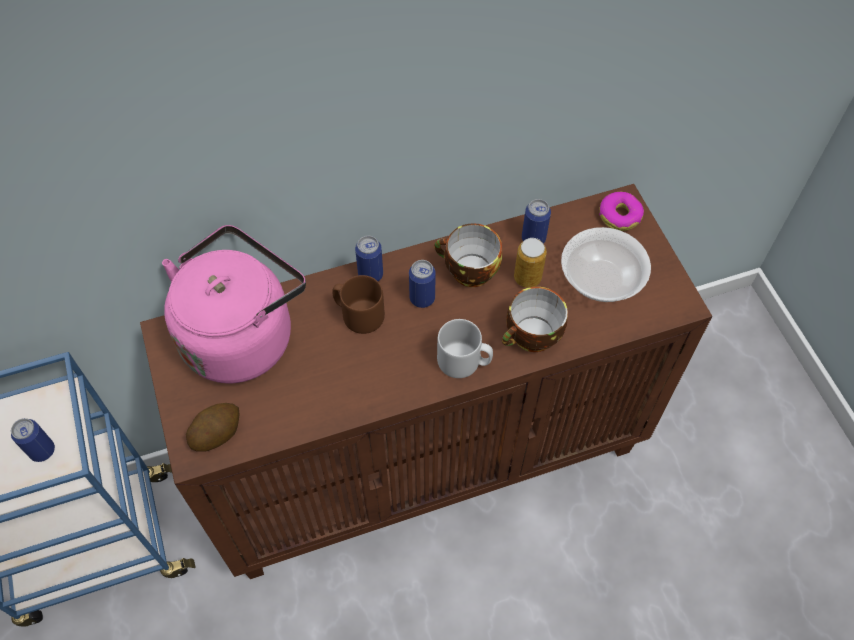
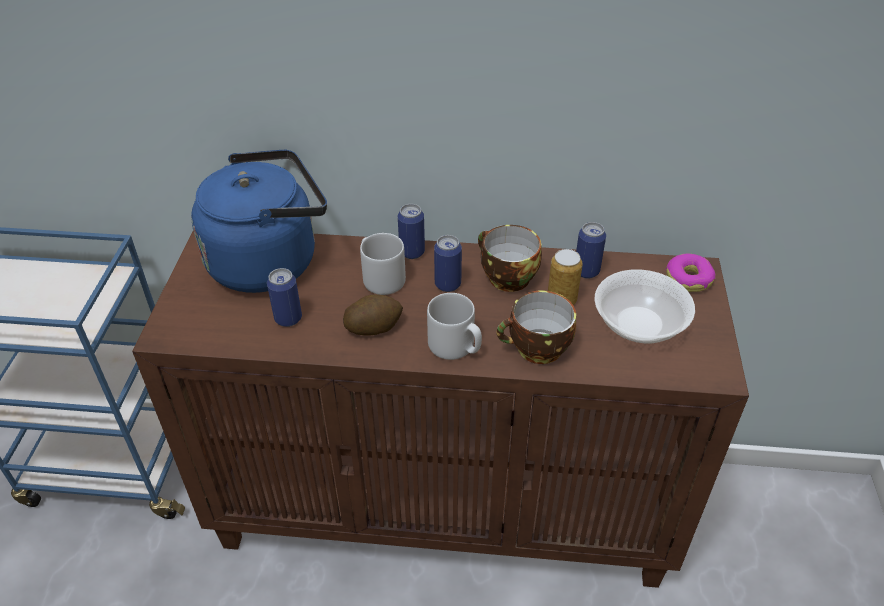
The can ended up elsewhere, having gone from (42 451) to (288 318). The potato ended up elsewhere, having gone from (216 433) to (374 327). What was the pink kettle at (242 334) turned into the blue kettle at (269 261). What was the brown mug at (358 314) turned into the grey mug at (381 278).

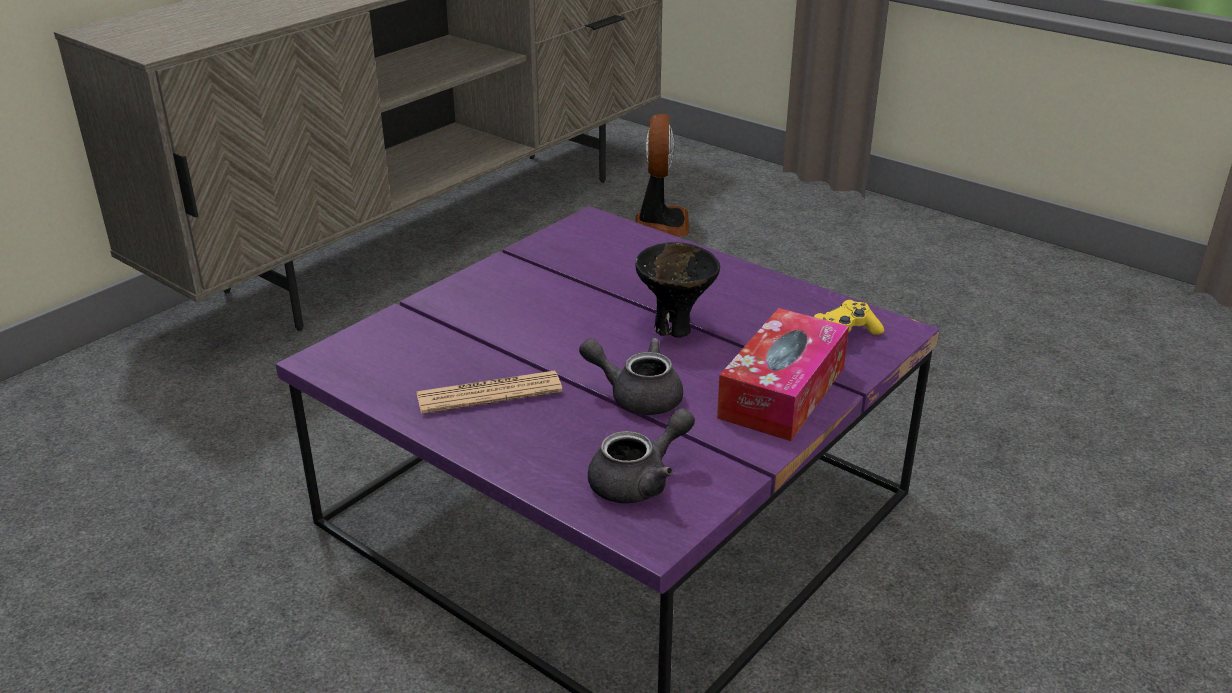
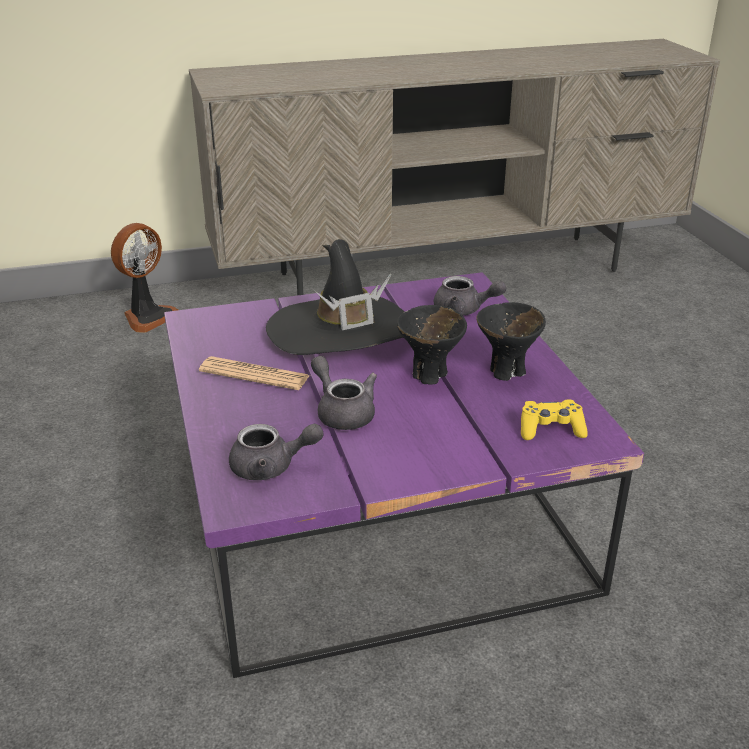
The second view lost the tissue box at (782 392). The second view gained the black hat at (342 332). The second view gained the grey teapot at (464 310). The second view gained the black bowl at (507 372). The fan ended up elsewhere, having gone from (661 223) to (148 317).

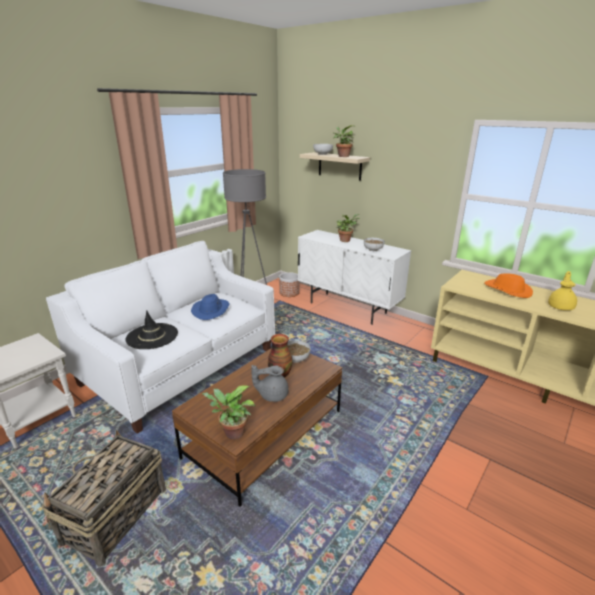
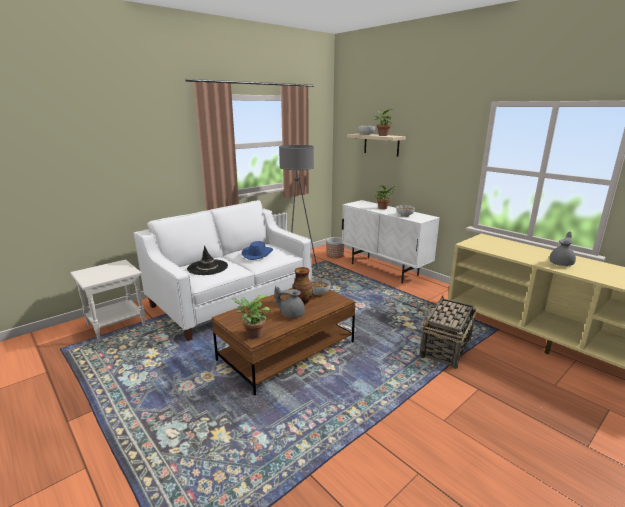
The second view lost the orange hat at (507 290). The basket ended up elsewhere, having gone from (115 516) to (445 348). What was the yellow teapot at (561 306) turned into the grey teapot at (561 263).

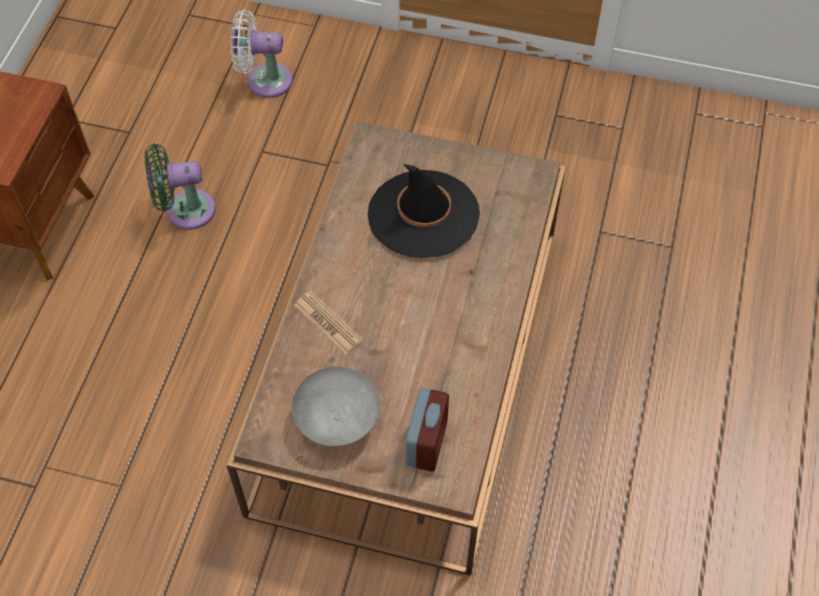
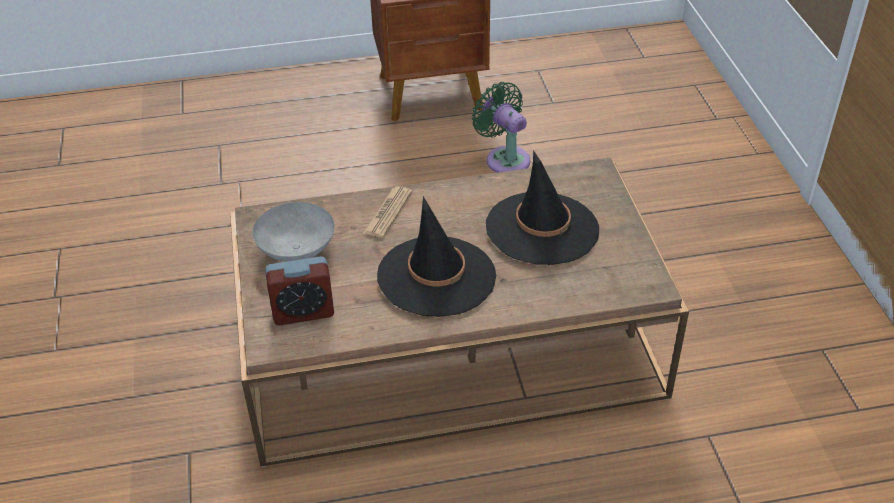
The second view lost the white fan at (264 80). The second view gained the black hat at (436 276).

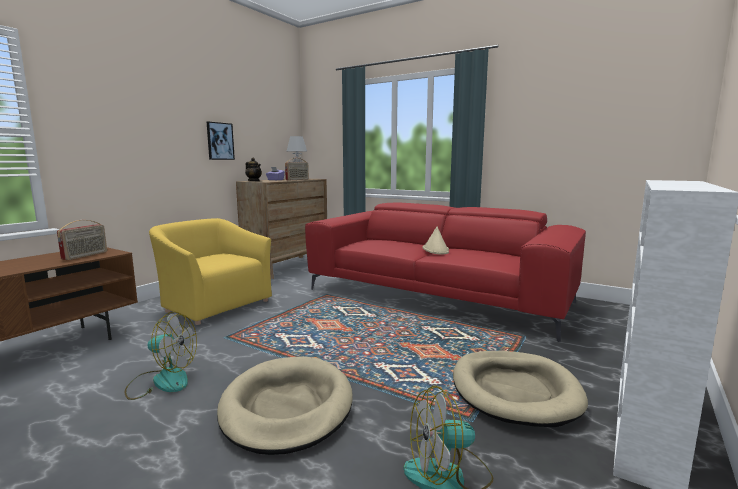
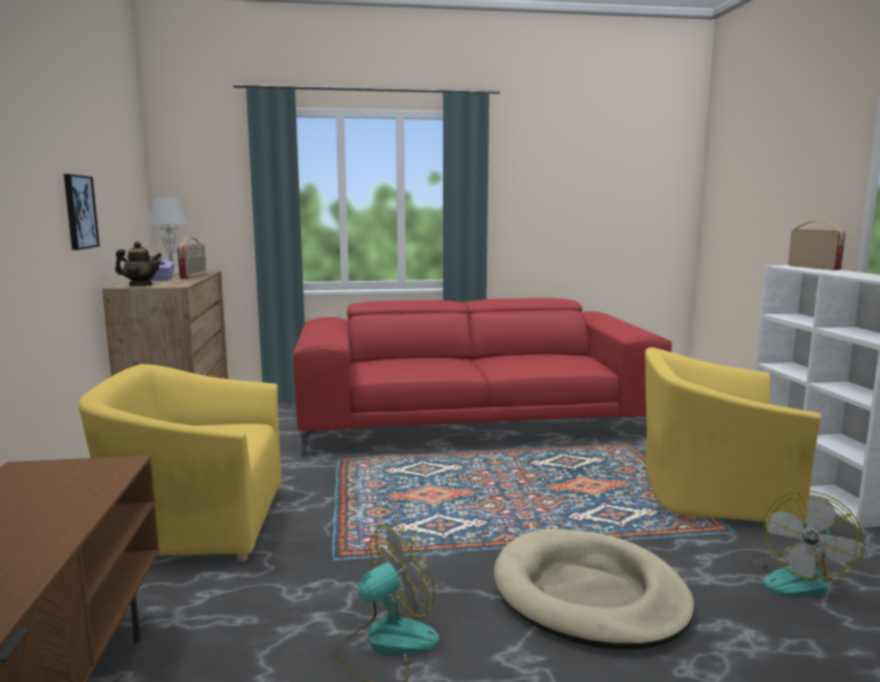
The second view lost the beige hat at (435 250). The radio ended up elsewhere, having gone from (85 255) to (814 267). Where the beige dog bed stood at (514 391), the yellow armchair came to stand at (711 495).

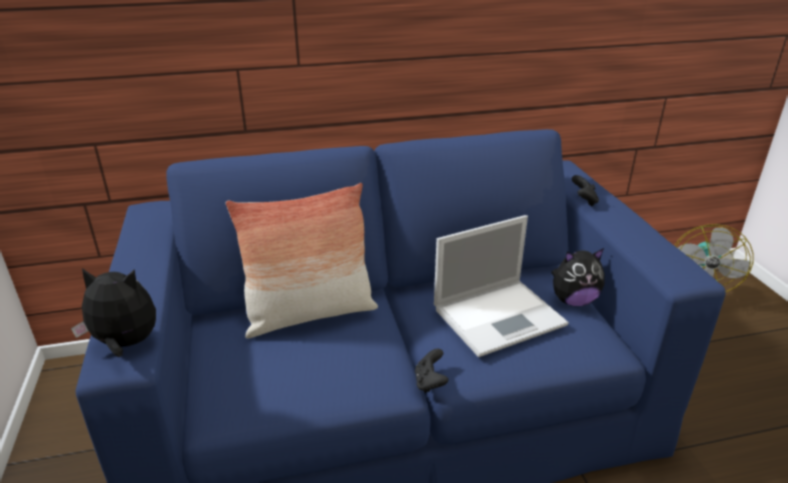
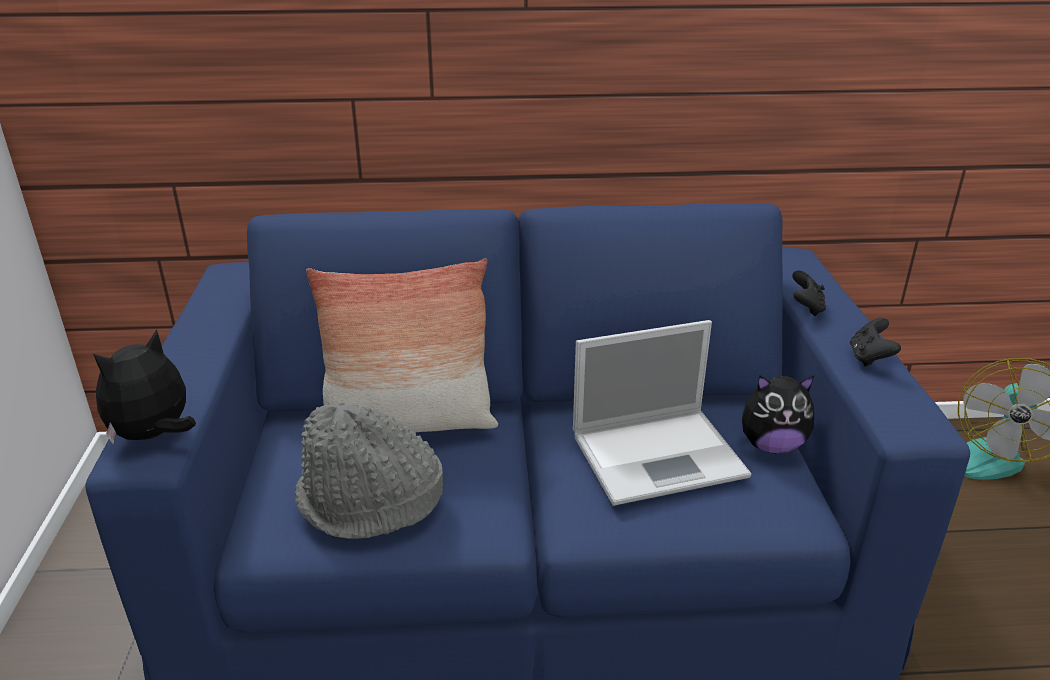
The second view gained the grey hat at (370 502). The black game controller ended up elsewhere, having gone from (430 382) to (869 358). The plush toy at (125 344) ended up facing another way, 60 degrees counterclockwise from before.

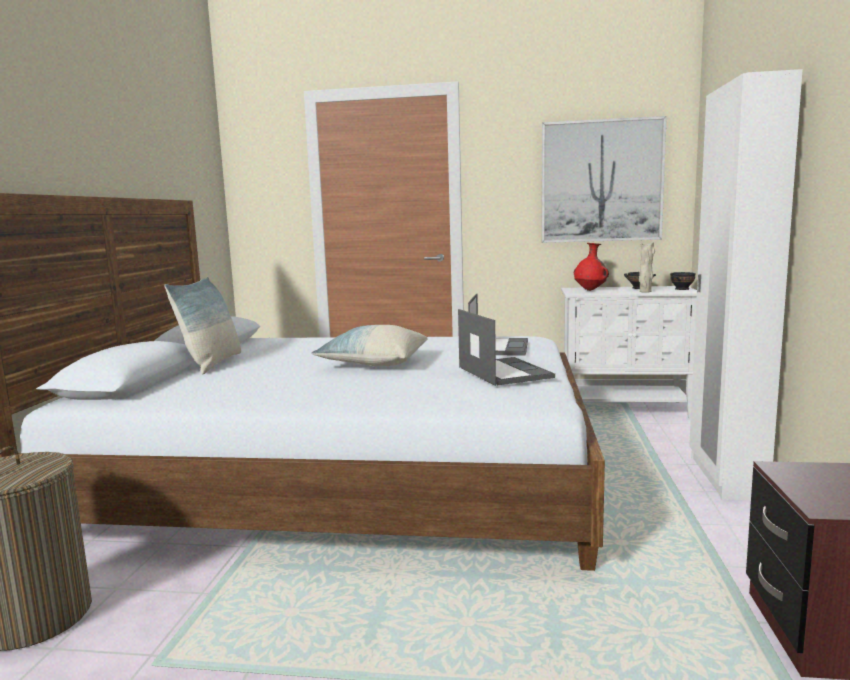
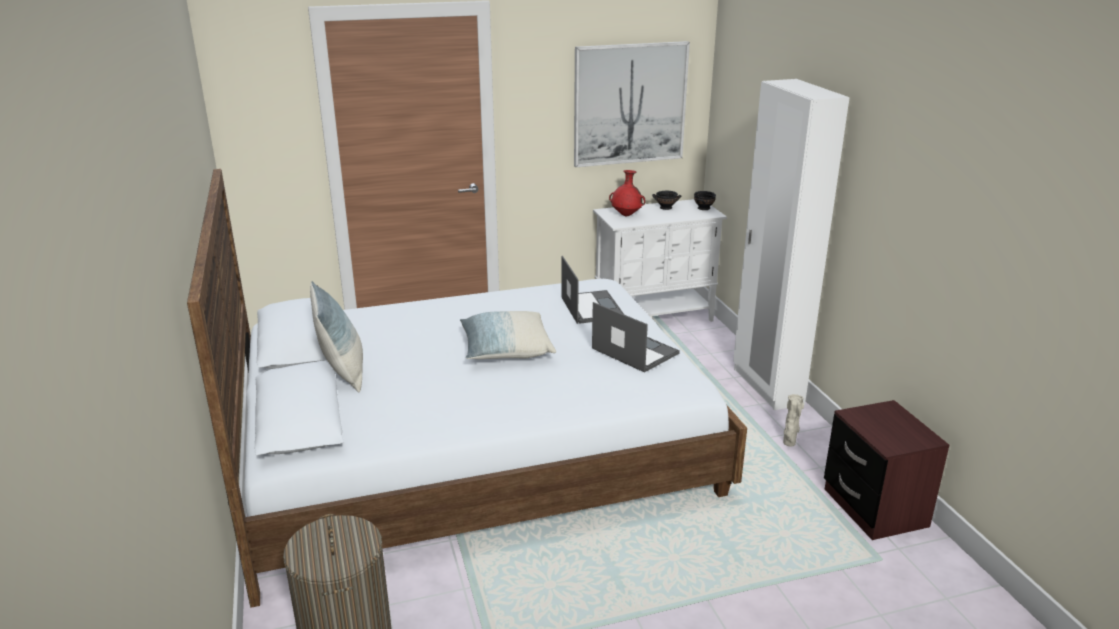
The beige vase ended up elsewhere, having gone from (645 292) to (789 443).

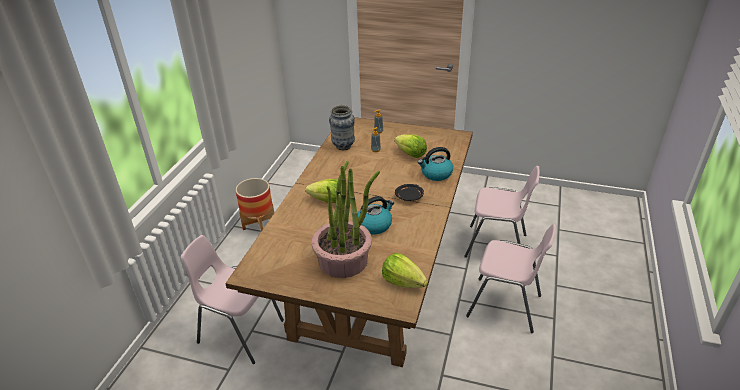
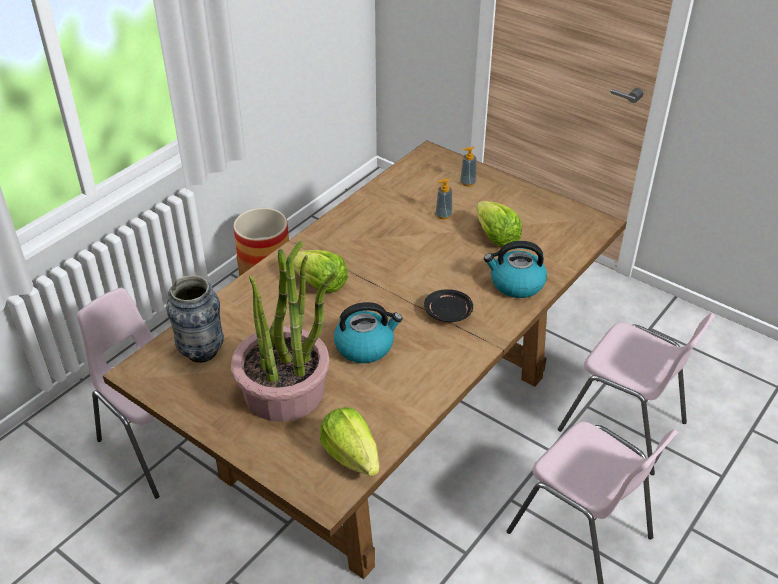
The vase ended up elsewhere, having gone from (343 146) to (201 352).

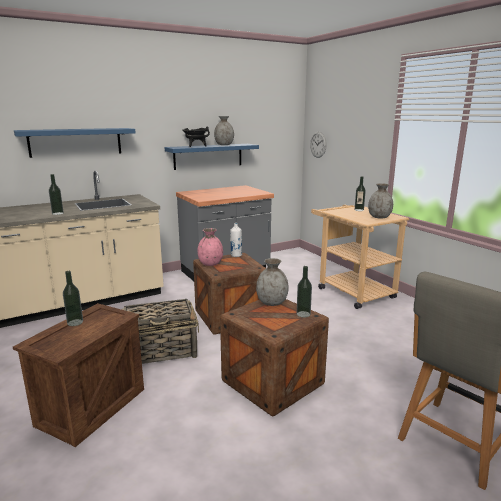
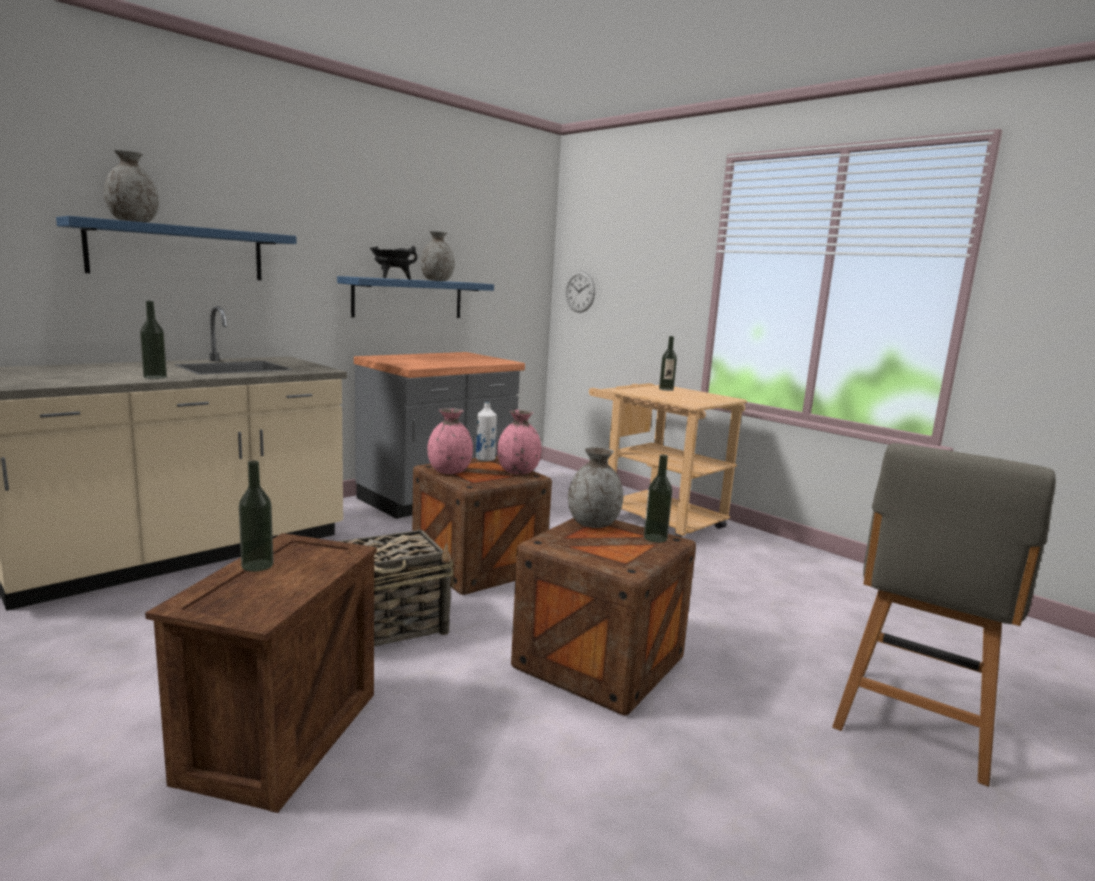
The second view gained the pink vase at (517 472). The grey vase ended up elsewhere, having gone from (379 217) to (133 222).

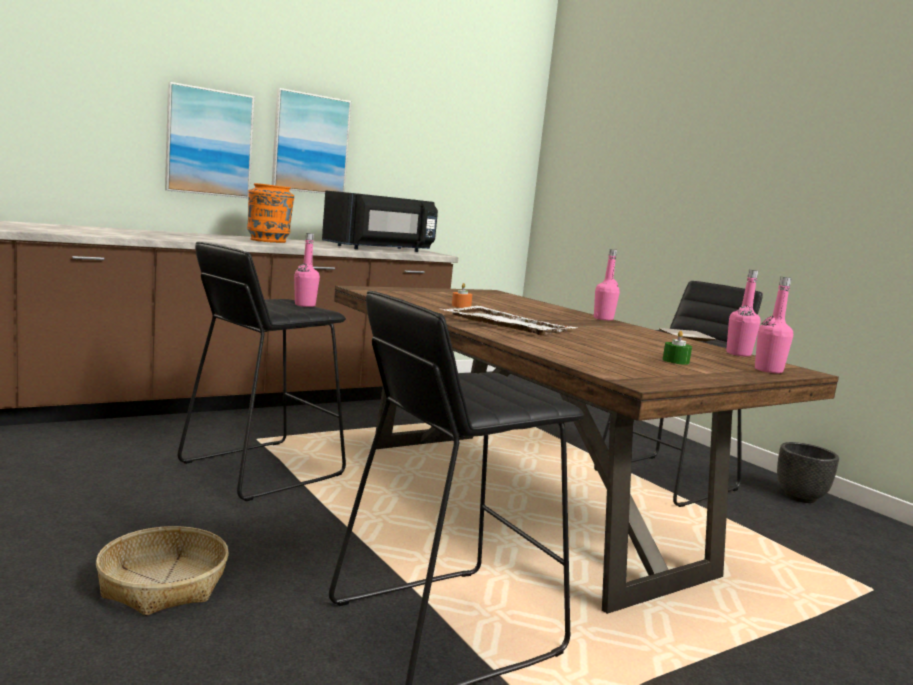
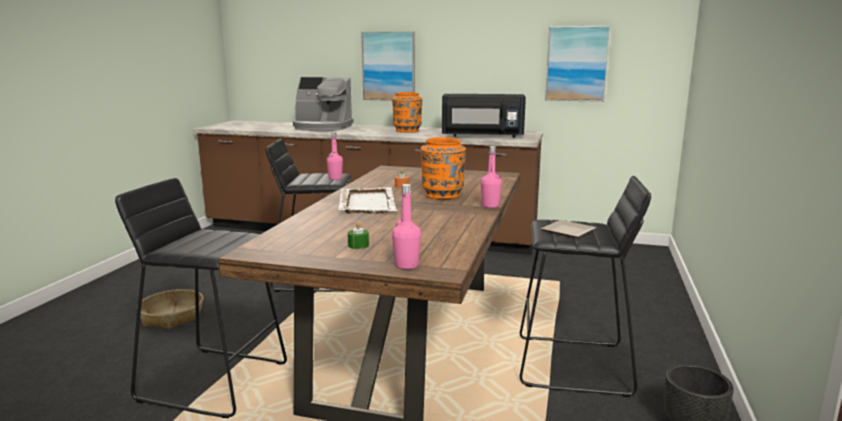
The second view lost the pink bottle at (738 354). The second view gained the coffee machine at (322 127). The second view gained the orange vase at (442 195). The picture ended up elsewhere, having gone from (310 144) to (577 63).

